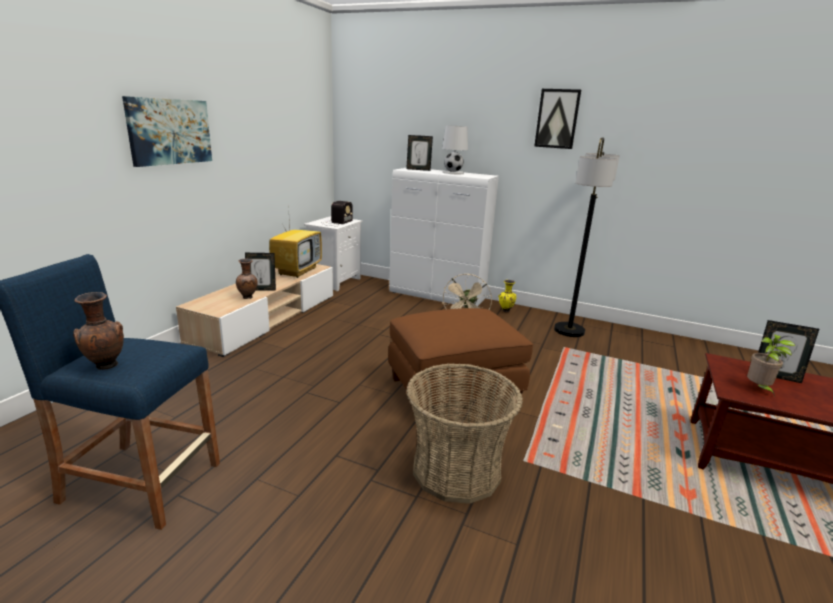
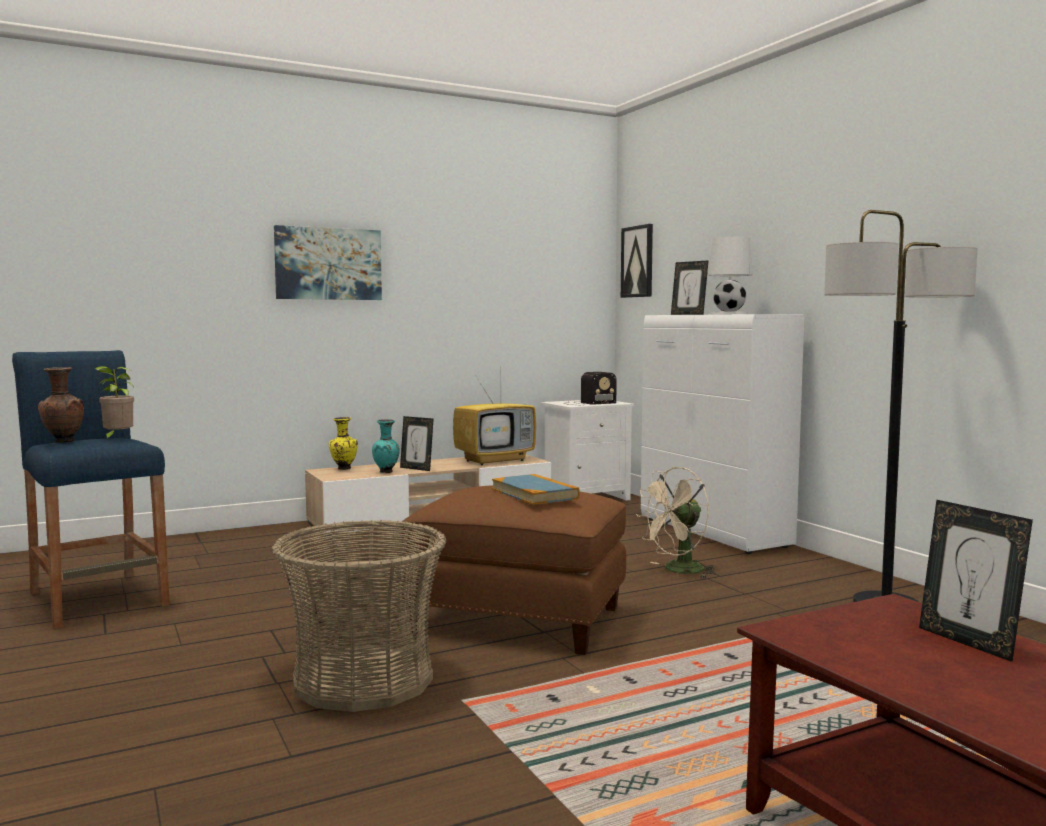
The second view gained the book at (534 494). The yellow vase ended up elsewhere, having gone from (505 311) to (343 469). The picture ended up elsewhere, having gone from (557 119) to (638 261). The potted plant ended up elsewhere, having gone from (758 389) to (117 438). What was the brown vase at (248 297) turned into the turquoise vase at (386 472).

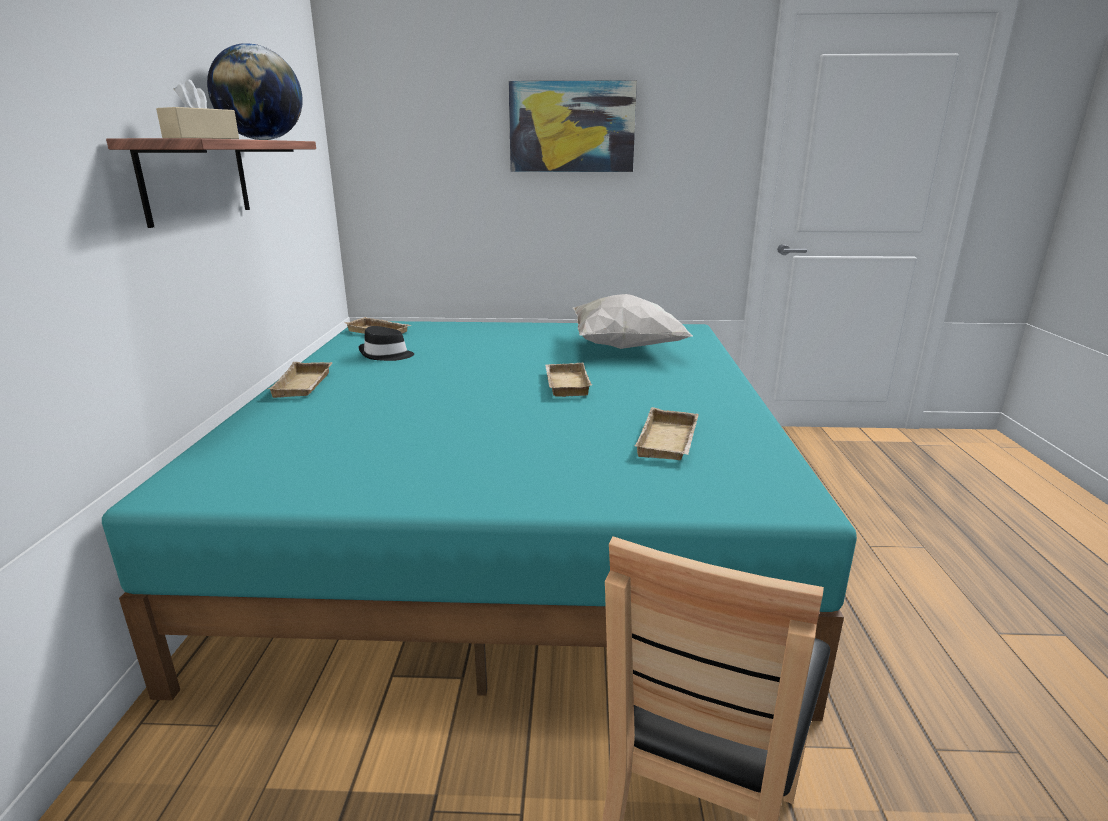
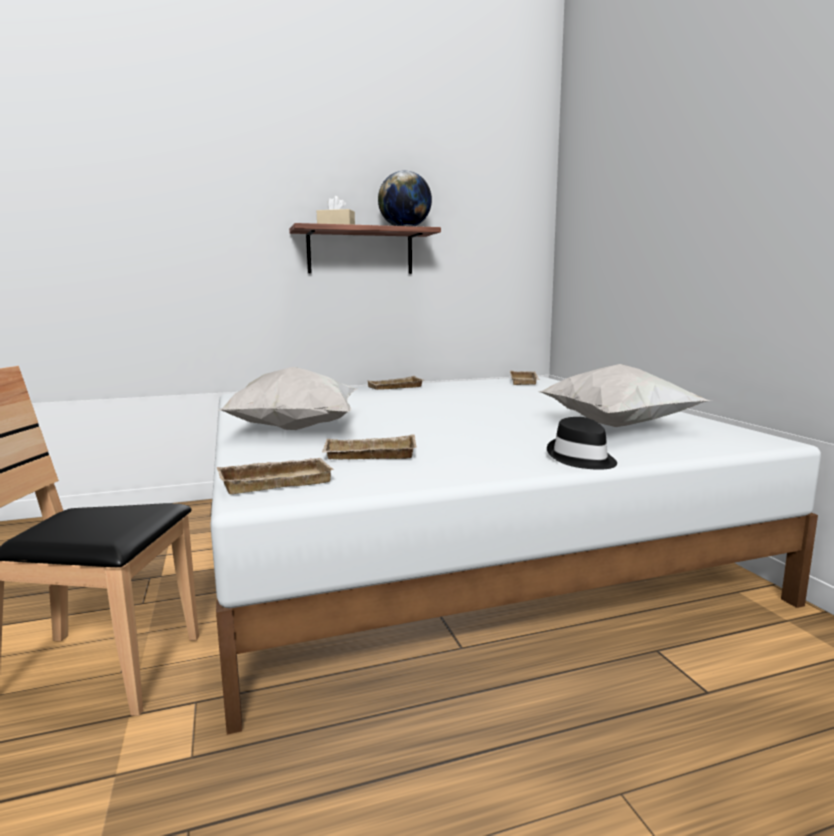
The second view lost the picture at (572 127). The second view gained the white pillow at (297 429). The black hat ended up elsewhere, having gone from (386 355) to (581 458). The beige tray ended up elsewhere, having gone from (565 384) to (276 481). What was the turquoise bed at (515 519) turned into the white bed at (453 541).

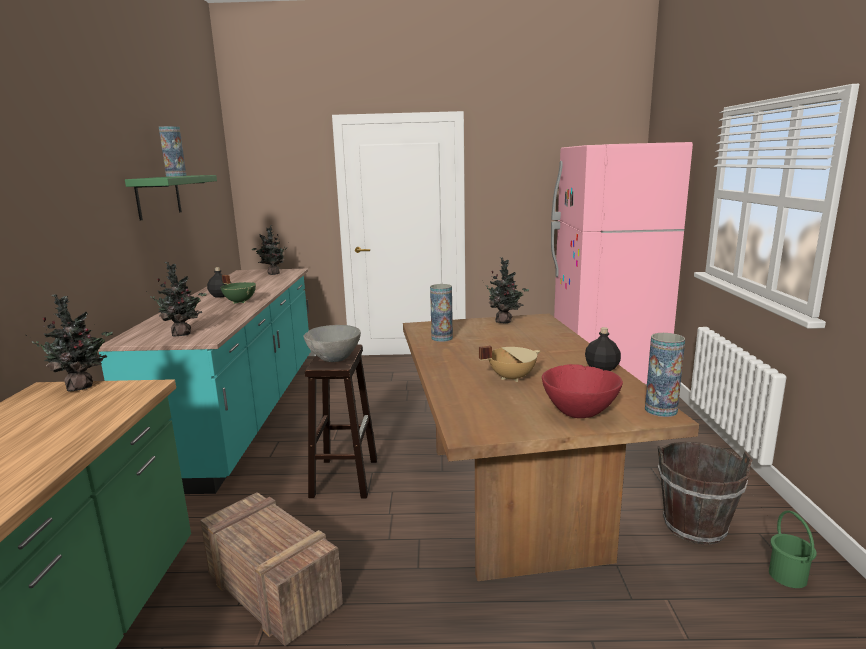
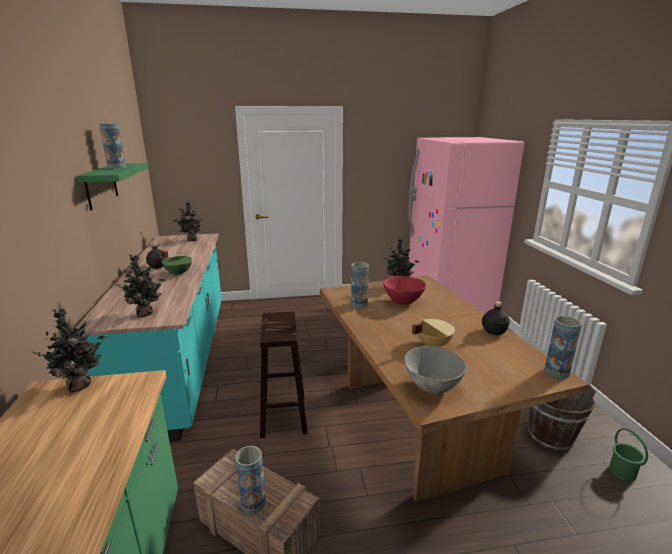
The second view gained the vase at (253 503). The grey bowl ended up elsewhere, having gone from (334 359) to (432 387). The red bowl ended up elsewhere, having gone from (579 413) to (403 302).

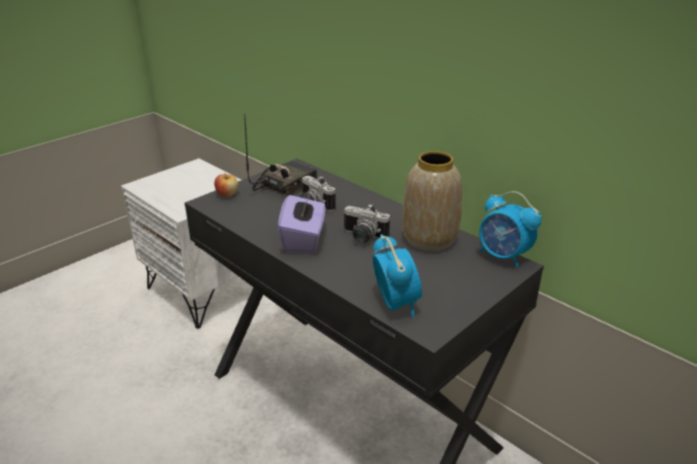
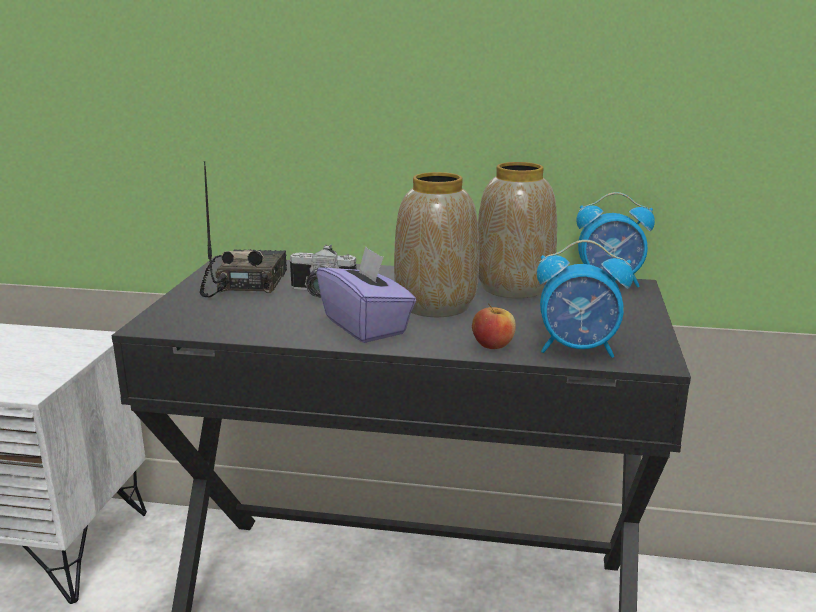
The apple ended up elsewhere, having gone from (227 194) to (493 345). Where the photo camera stood at (362 237), the vase came to stand at (436 305). The alarm clock at (395 303) ended up facing another way, 150 degrees clockwise from before.

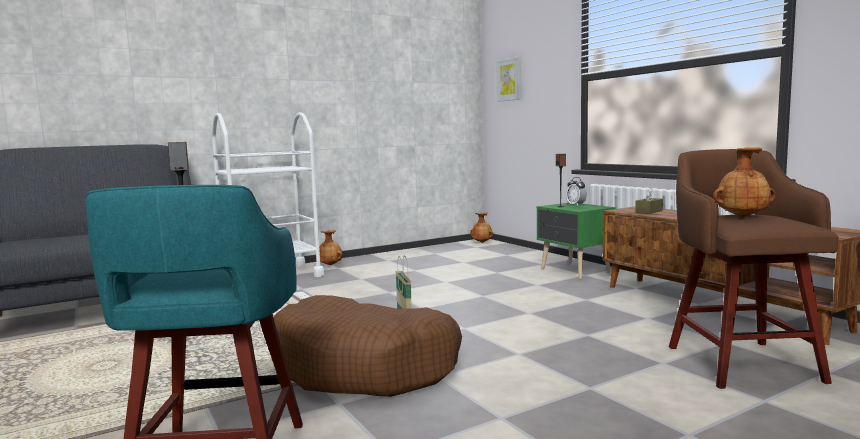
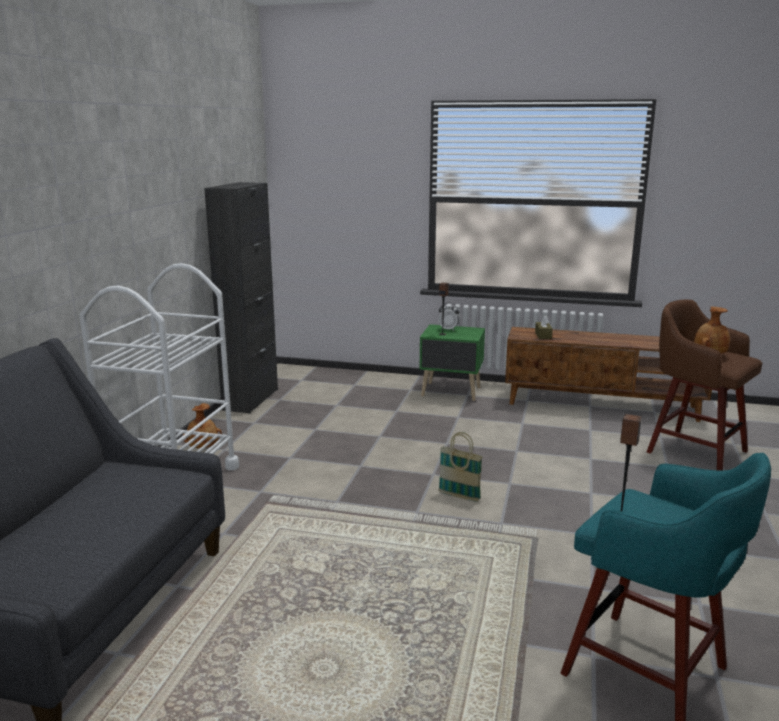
The second view lost the brown dog bed at (366 367). The second view lost the brown vase at (482 242). The second view lost the picture at (509 79). The second view gained the black cabinet at (250 399).

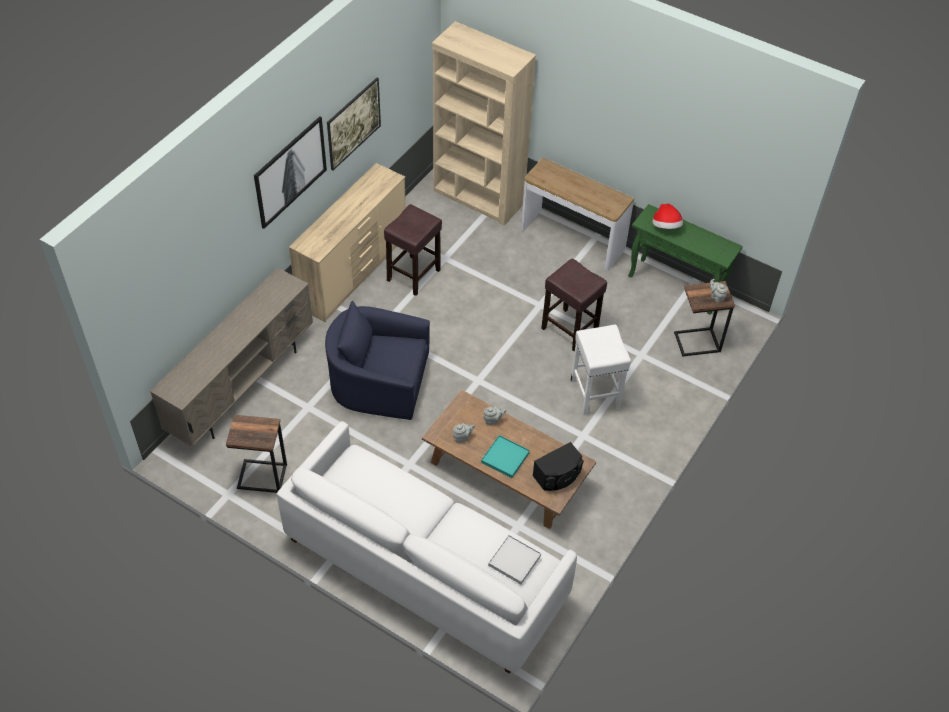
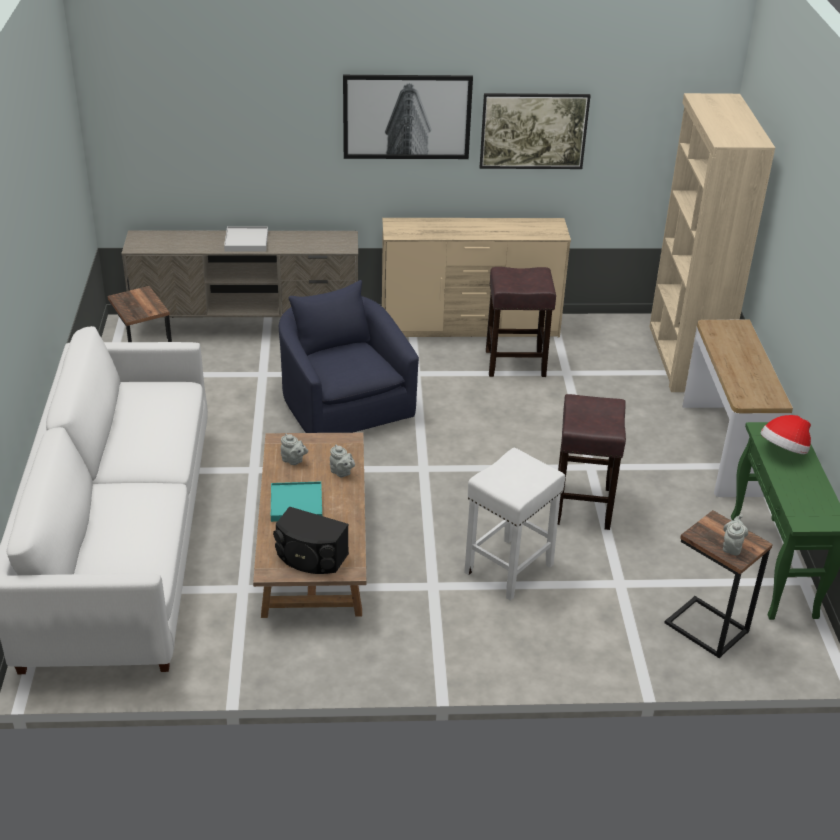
The white tray ended up elsewhere, having gone from (514 560) to (246 241).

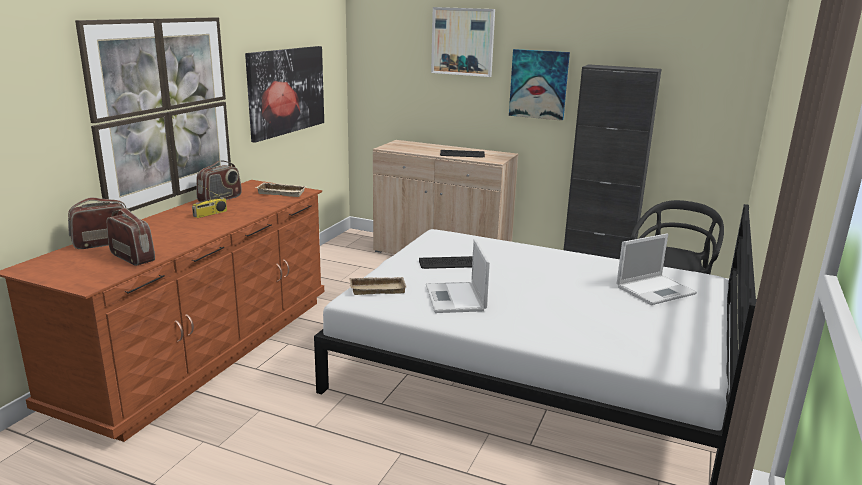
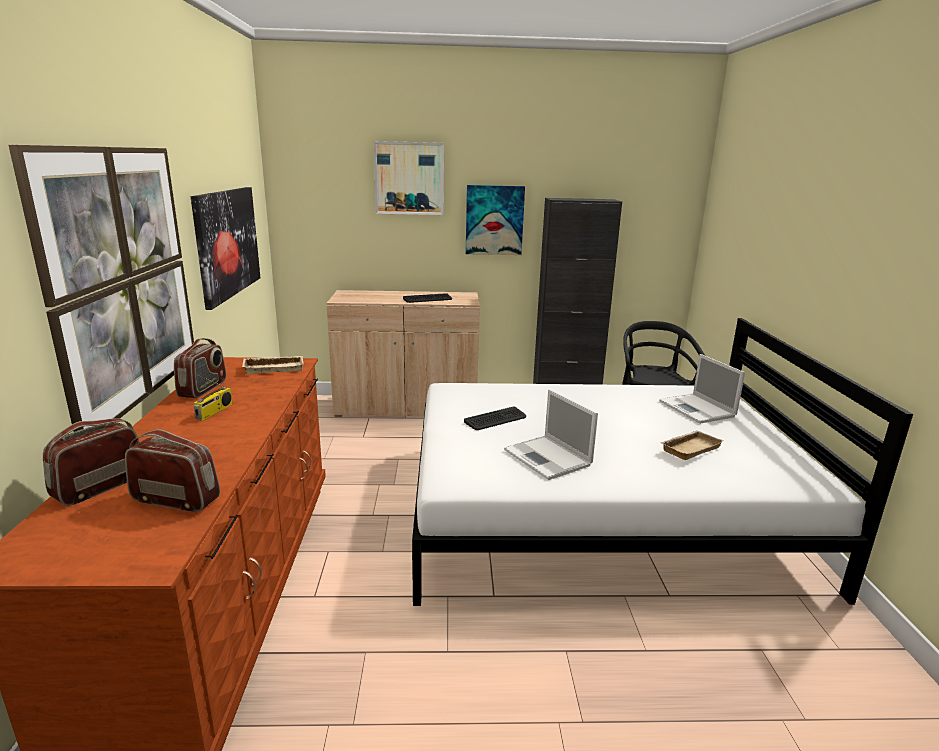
The beige tray ended up elsewhere, having gone from (378 288) to (689 448). The laptop at (656 290) ended up facing another way, 120 degrees clockwise from before.

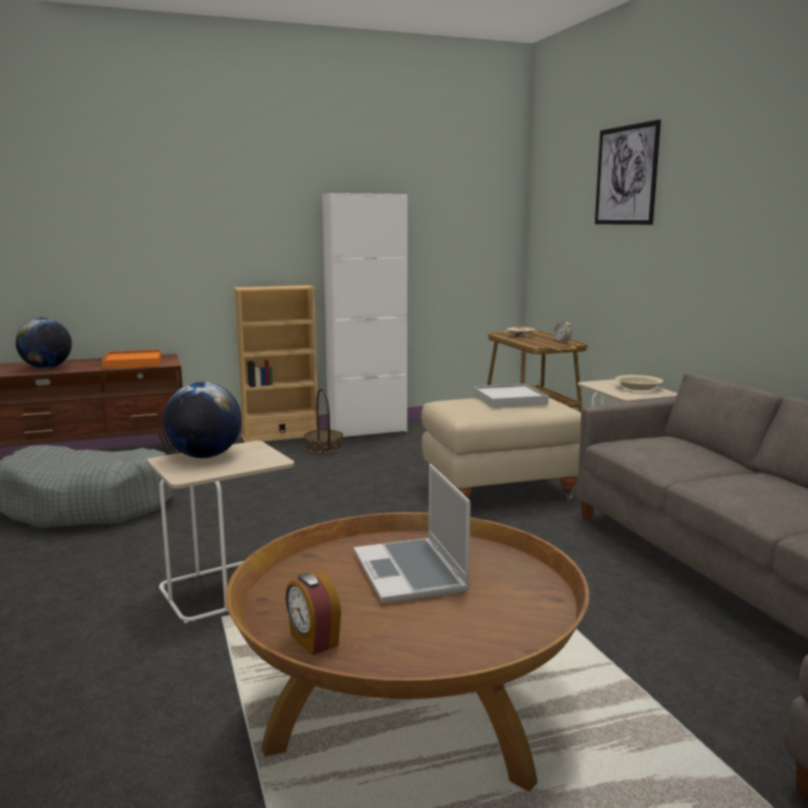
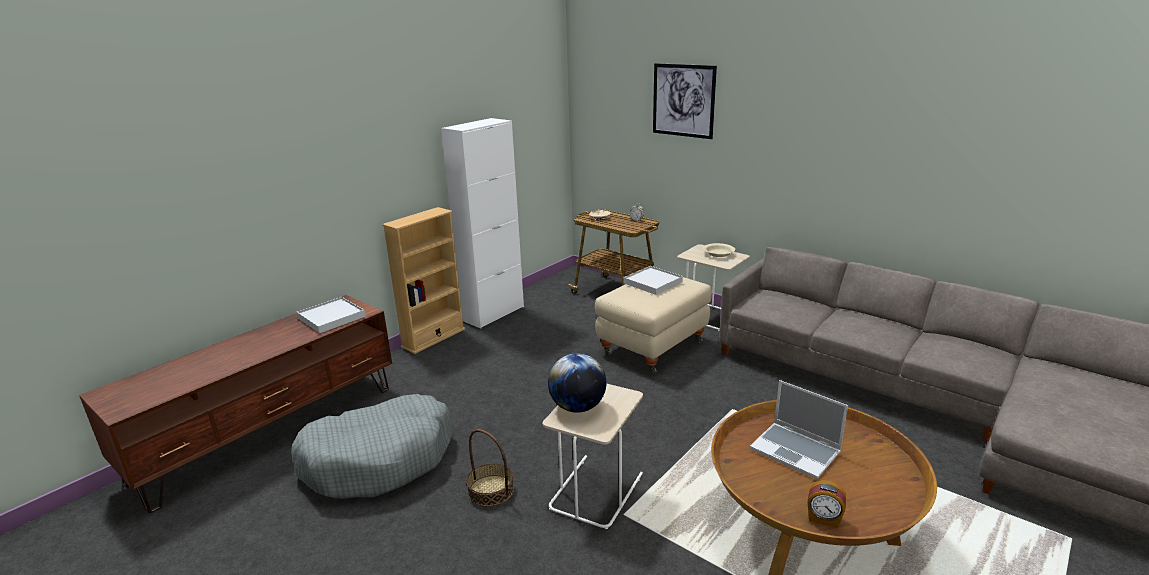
The second view lost the globe at (46 368). The basket ended up elsewhere, having gone from (324 448) to (491 490). What was the orange tray at (133 362) turned into the white tray at (331 317).

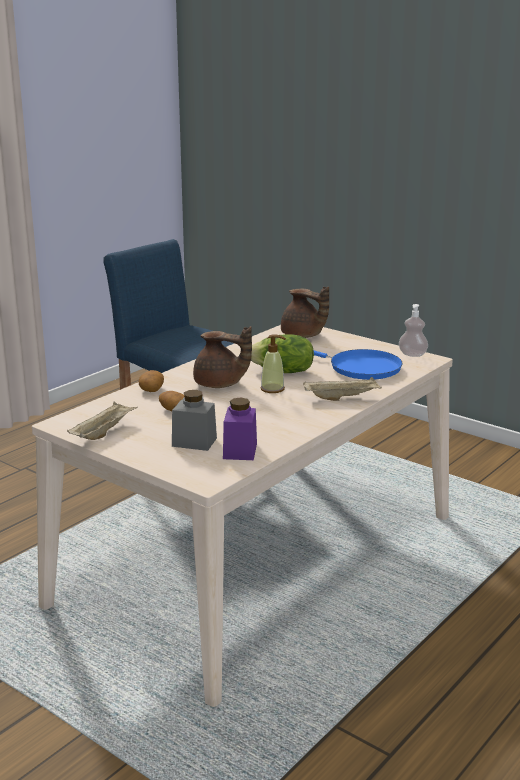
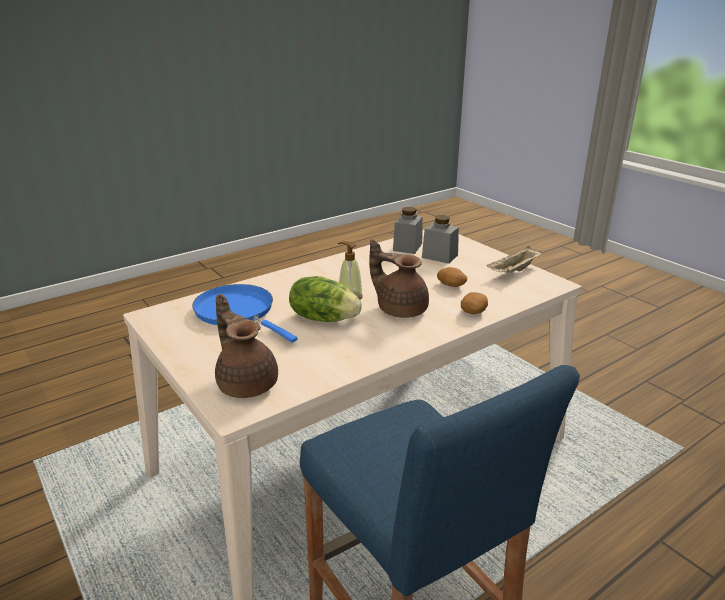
The second view lost the beige tray at (342 398). The second view lost the soap dispenser at (412 354). What was the purple jar at (240 451) turned into the grey jar at (407 247).

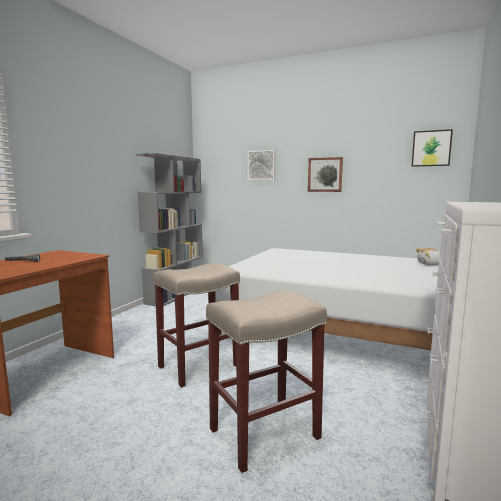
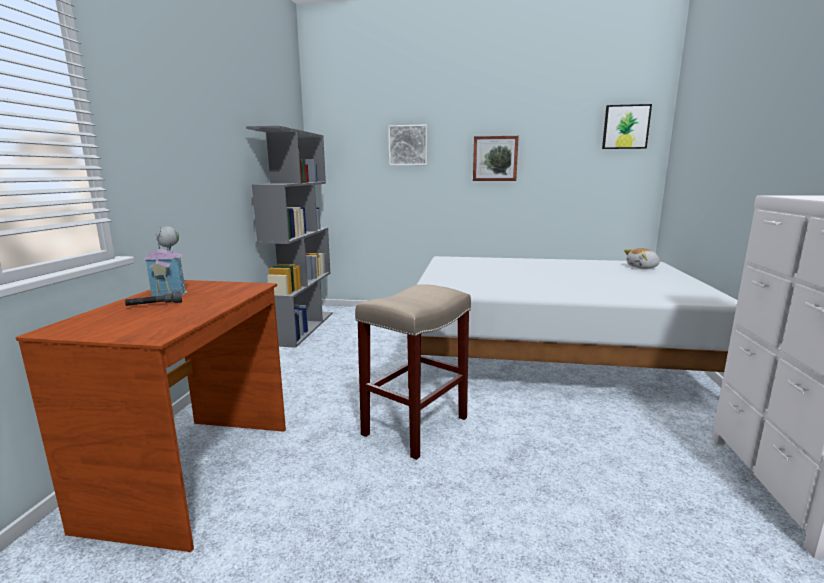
The second view lost the beige stool at (265 432). The second view gained the toy house at (171 291).

